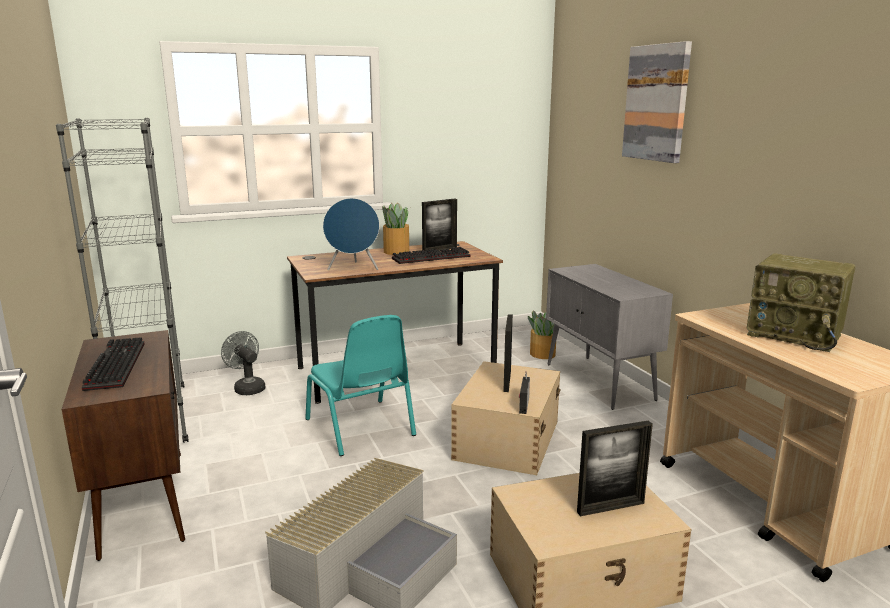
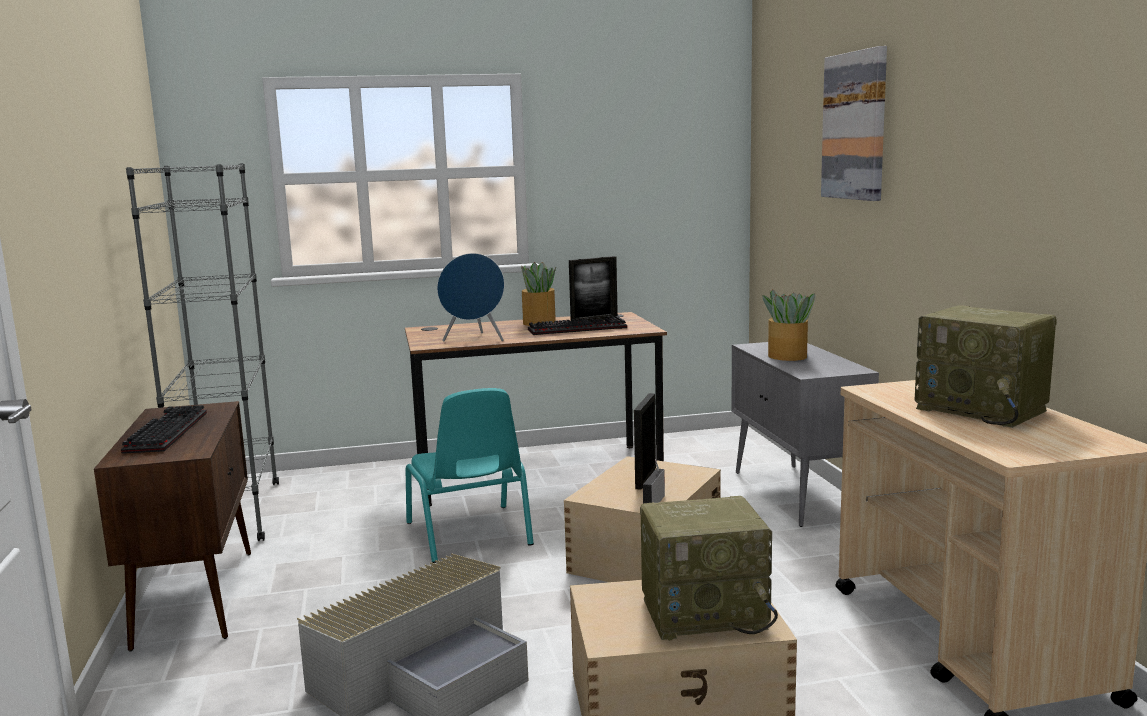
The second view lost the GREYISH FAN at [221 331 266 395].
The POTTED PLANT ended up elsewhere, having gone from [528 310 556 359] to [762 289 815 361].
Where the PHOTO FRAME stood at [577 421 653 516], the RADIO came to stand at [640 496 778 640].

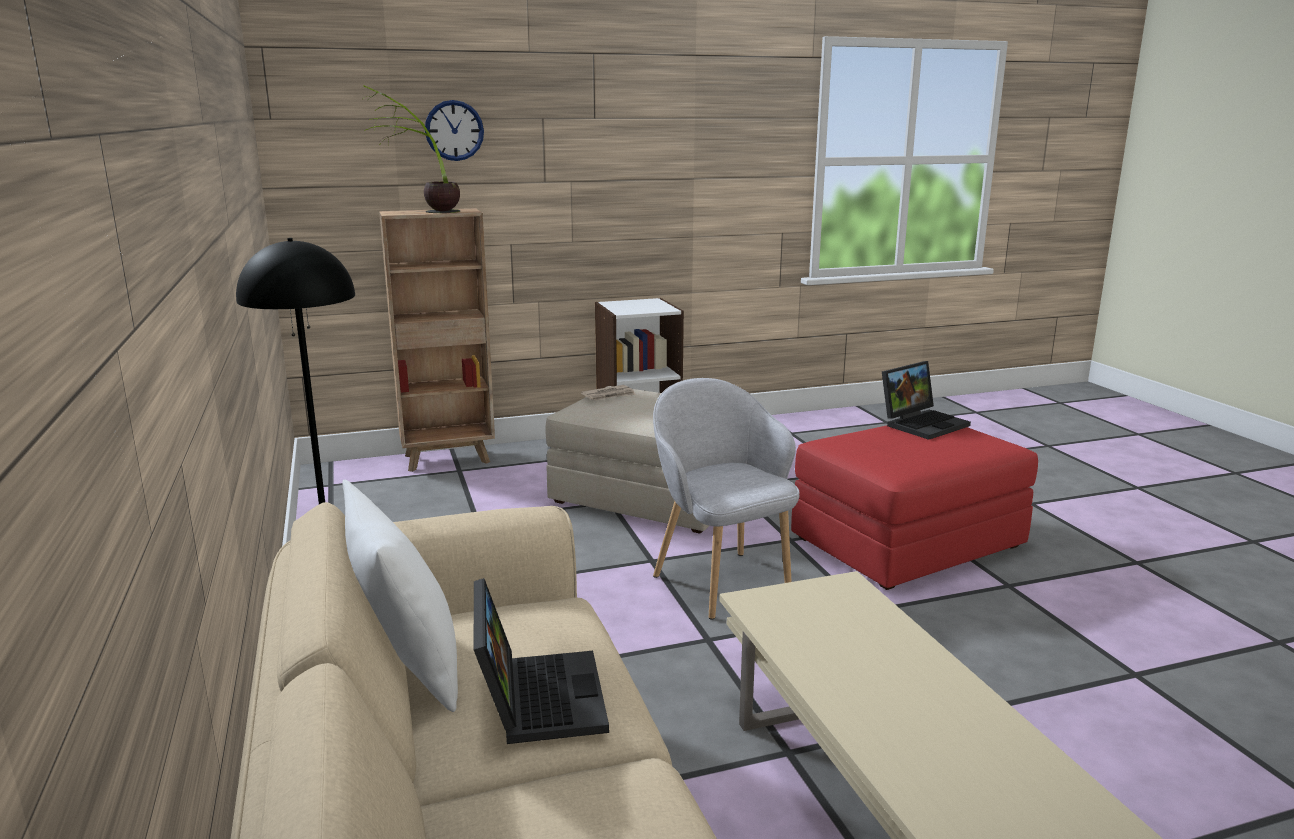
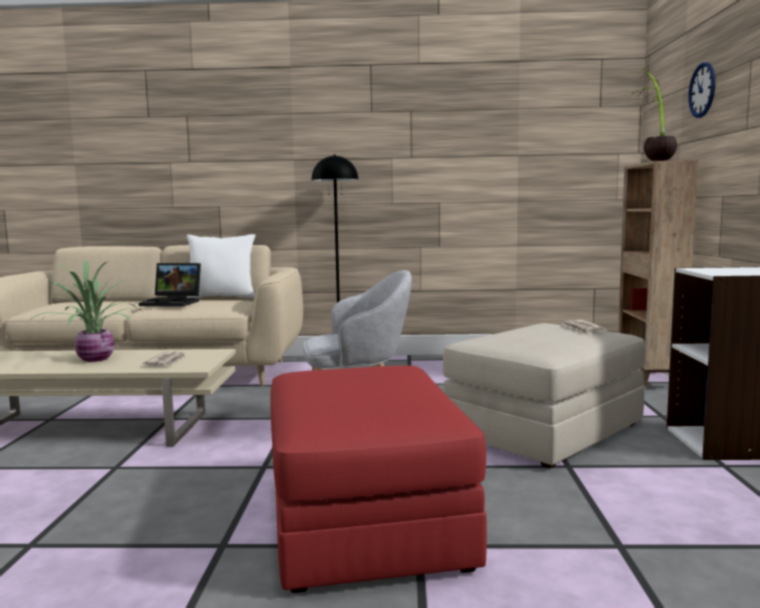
The second view lost the LAPTOP at [882 361 971 440].
The second view gained the POTTED PLANT at [27 260 142 362].
The second view gained the PRINTED PAPER at [142 351 186 366].

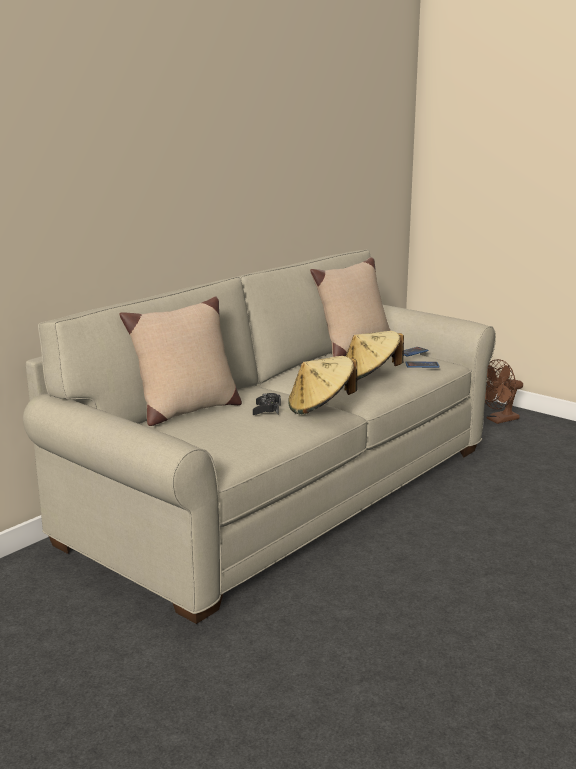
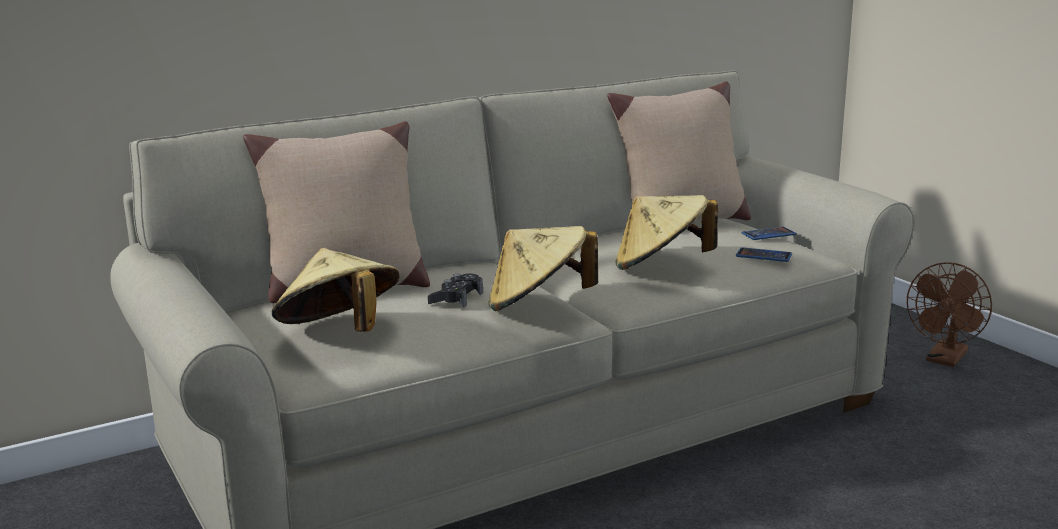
The BROWN-COLOURED FAN at [485 359 523 424] ended up facing another way, 45 degrees counterclockwise from before.
The second view gained the BEIGE HAT at [272 248 399 332].

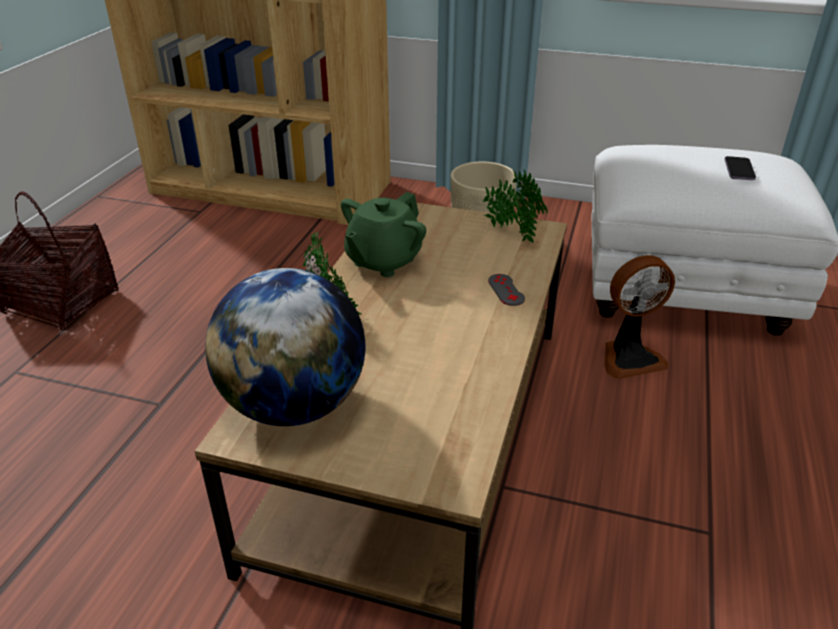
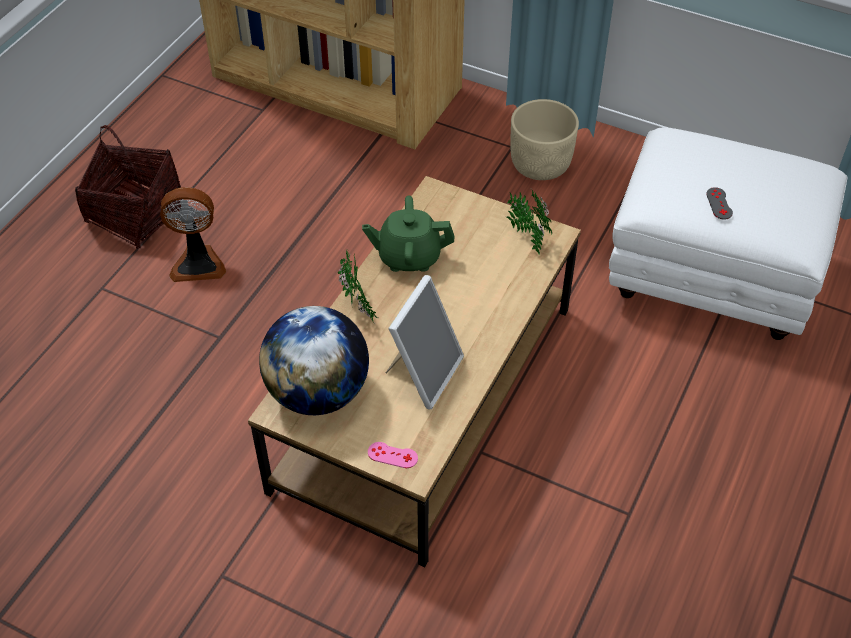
The GREENISH TEA POT at [341 192 426 277] ended up facing another way, 45 degrees clockwise from before.
The GREYISH GAMEPAD ended up elsewhere, having gone from [488 274 525 306] to [706 187 733 220].
The FAN ended up elsewhere, having gone from [604 255 675 379] to [160 187 226 282].
The second view lost the PHONE at [725 156 756 180].
The second view gained the PINKISH GAMEPAD at [368 442 418 468].
The second view gained the PHOTO FRAME at [386 275 464 409].

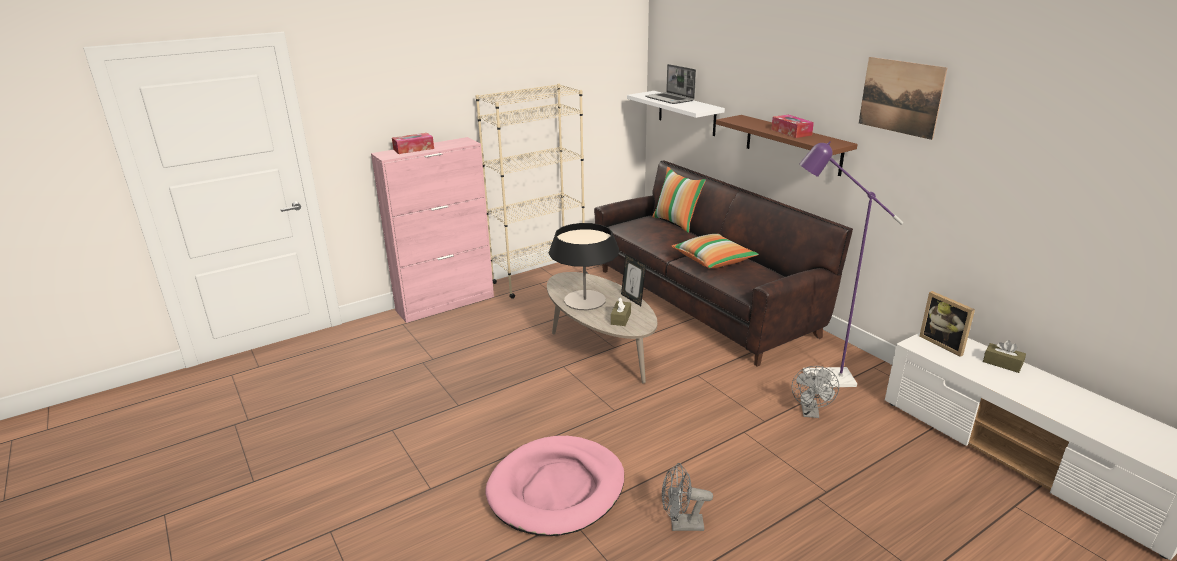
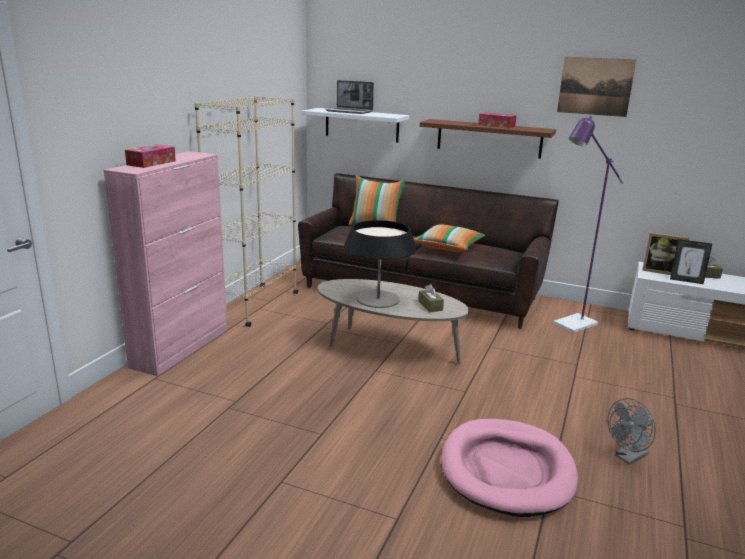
The PHOTO FRAME ended up elsewhere, having gone from [621 254 646 306] to [670 239 712 284].
The second view lost the GREYISH FAN at [792 366 839 418].

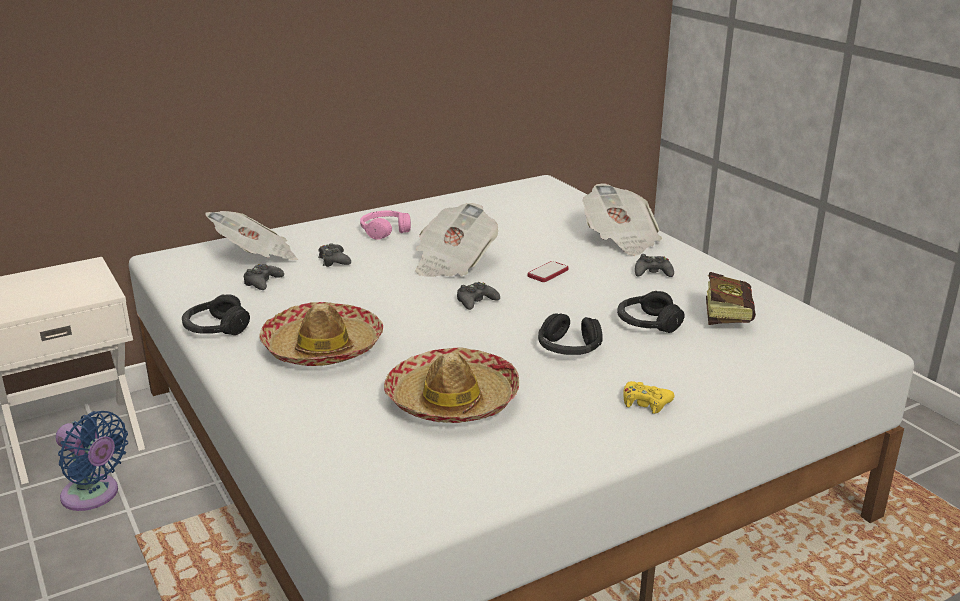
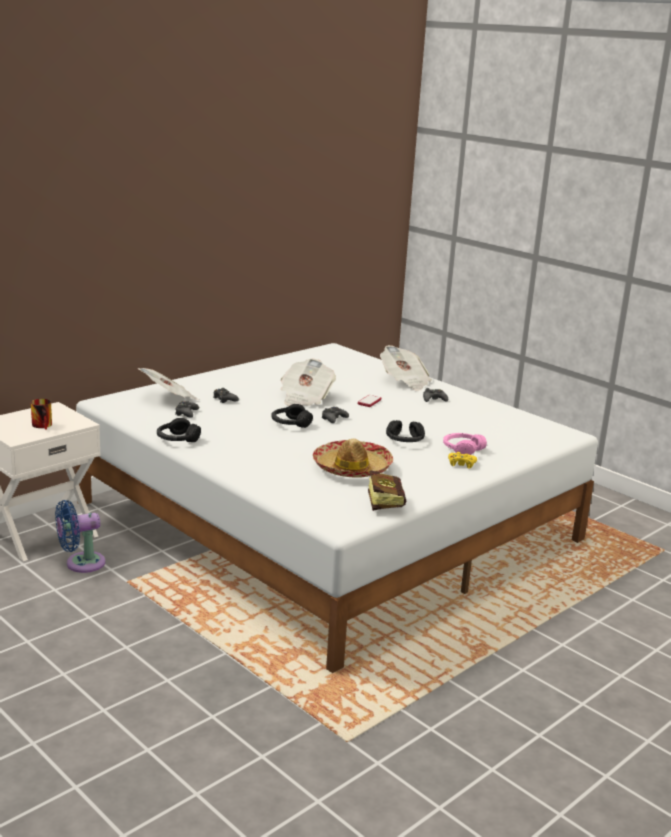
The BLUE FAN at [56 411 128 511] ended up facing another way, 135 degrees clockwise from before.
The second view lost the HAT at [259 302 383 366].
The PINKISH PAIR OF HEADPHONES ended up elsewhere, having gone from [360 210 411 240] to [443 433 487 455].
The BLACKISH PAIR OF HEADPHONES ended up elsewhere, having gone from [617 291 685 333] to [271 404 313 428].
The BOOK ended up elsewhere, having gone from [706 272 756 325] to [368 470 406 511].
The second view gained the TEA MUG at [31 399 52 430].

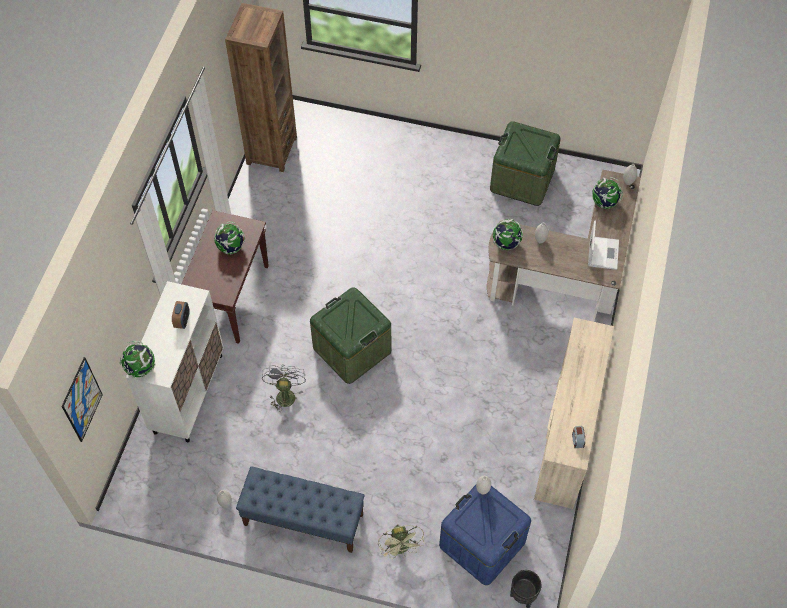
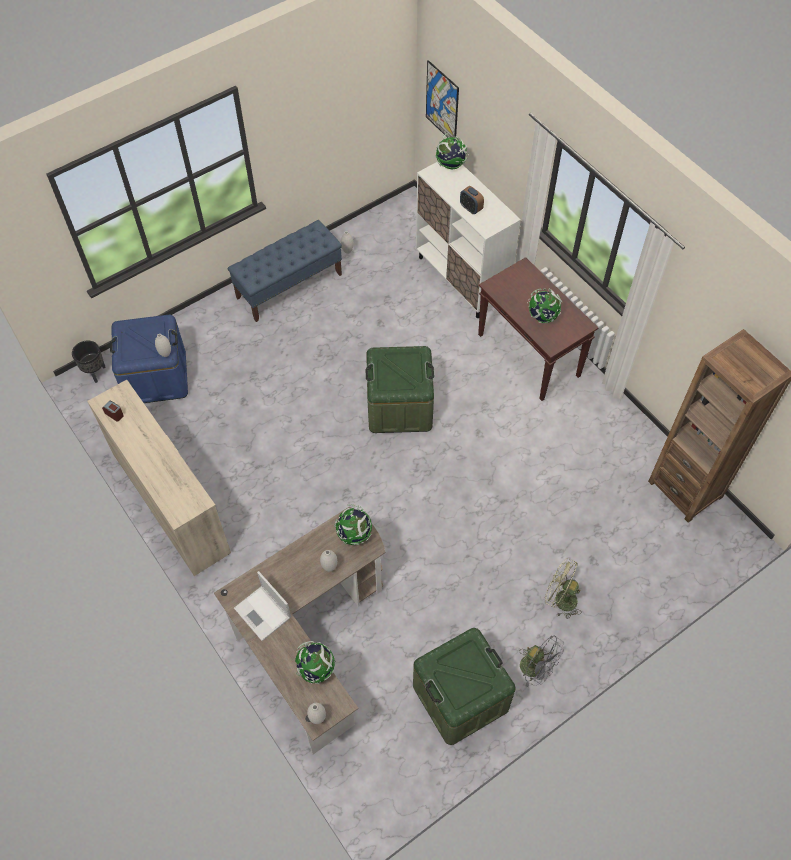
The GREYISH FAN ended up elsewhere, having gone from [262 365 306 412] to [519 636 564 687].
The GREENISH FAN ended up elsewhere, having gone from [378 524 424 559] to [545 558 581 619].

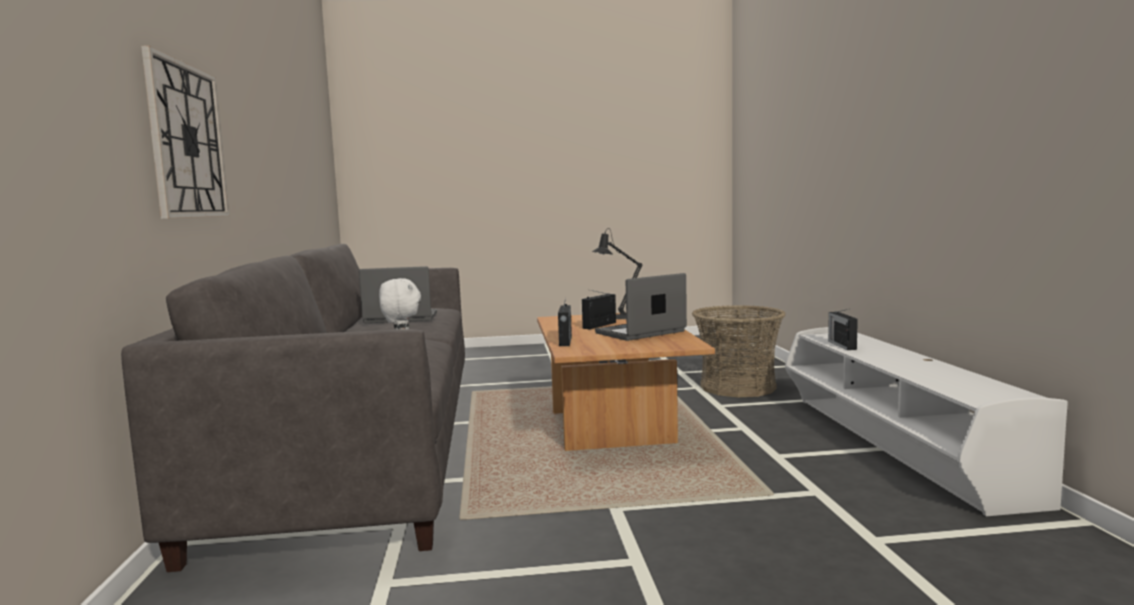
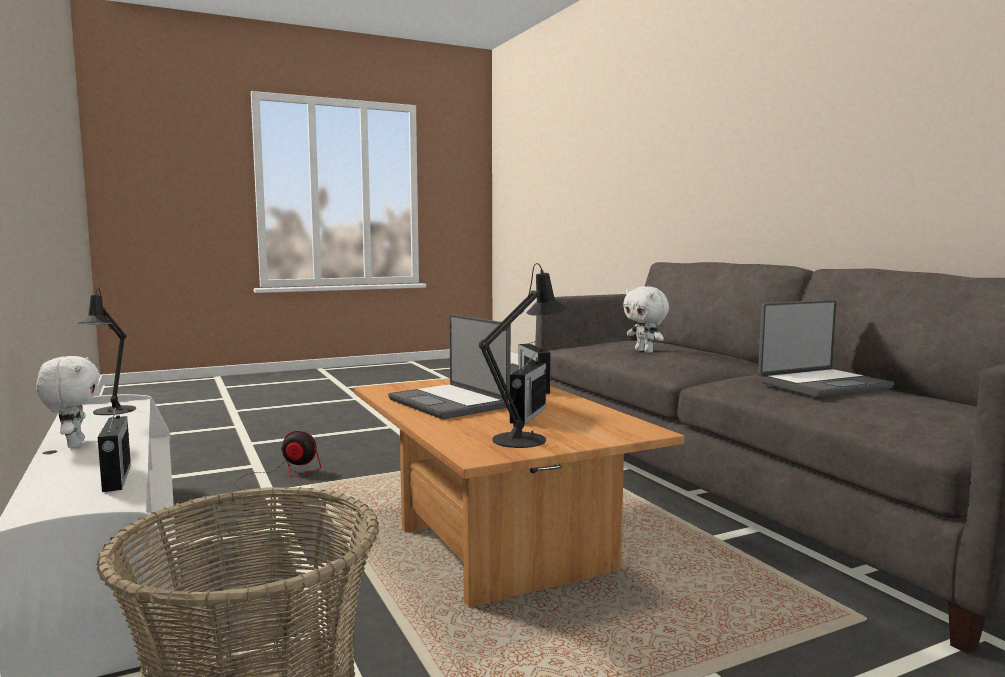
The second view lost the CLOCK ON THE WALL at [141 46 230 219].
The LAPTOP at [595 273 687 341] ended up facing another way, 105 degrees clockwise from before.
The second view gained the WHITE-COLOURED CUDDLY TOY at [36 356 100 448].
The second view gained the BLACKISH LAMP FOR A TABLE at [79 287 136 415].
The second view gained the FAN at [234 431 321 500].

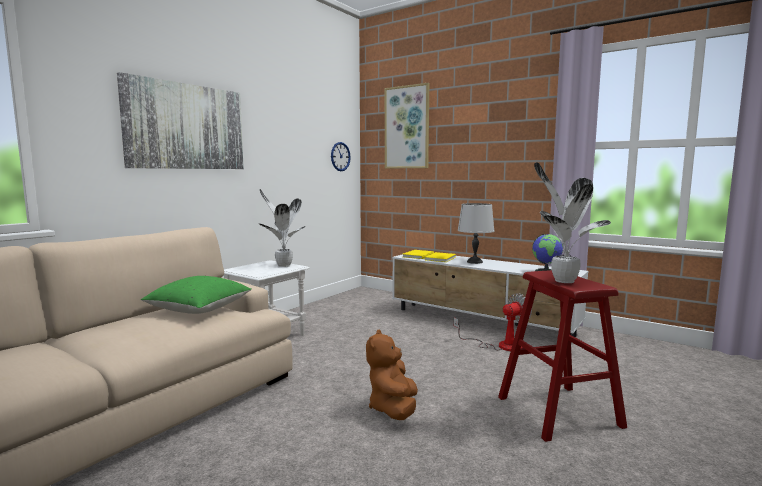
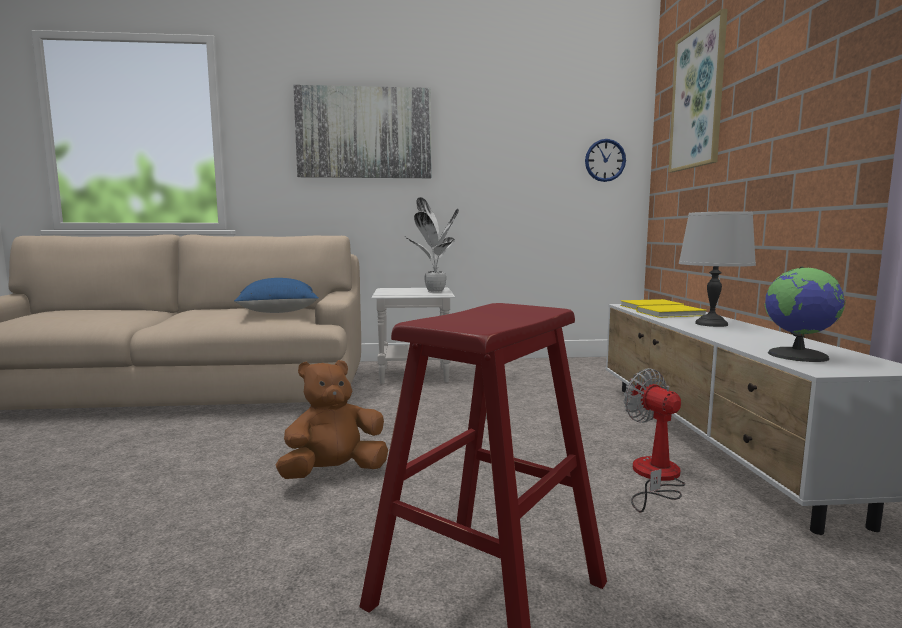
What was the GREENISH THROW PILLOW at [141 276 252 314] turned into the BLUE THROW PILLOW at [234 278 319 313].
The FAN at [454 293 532 351] ended up facing another way, 135 degrees counterclockwise from before.
The second view lost the POTTED PLANT at [534 162 611 283].

